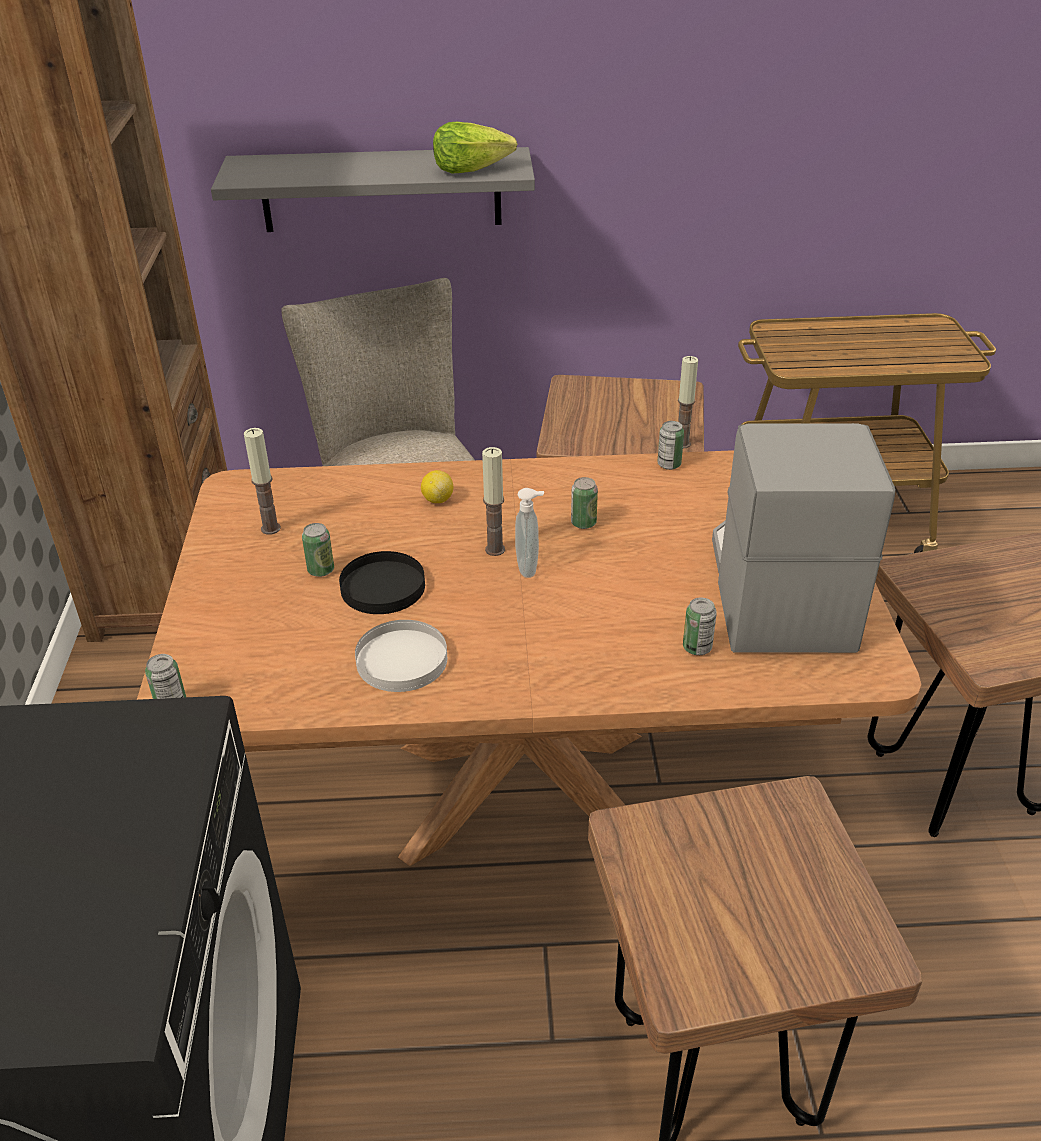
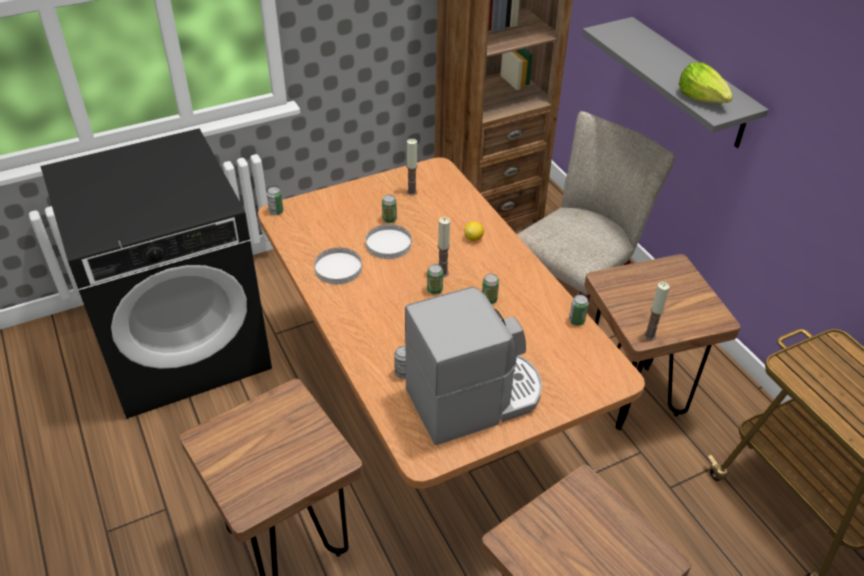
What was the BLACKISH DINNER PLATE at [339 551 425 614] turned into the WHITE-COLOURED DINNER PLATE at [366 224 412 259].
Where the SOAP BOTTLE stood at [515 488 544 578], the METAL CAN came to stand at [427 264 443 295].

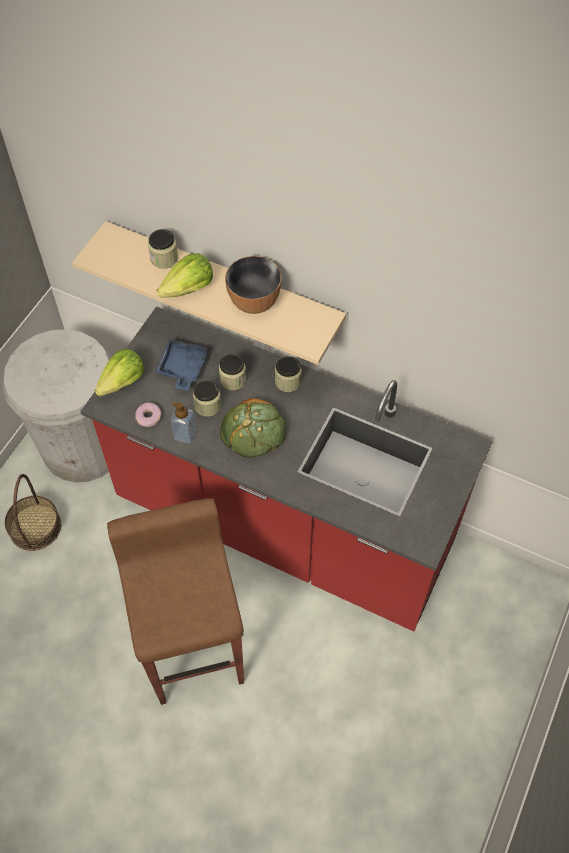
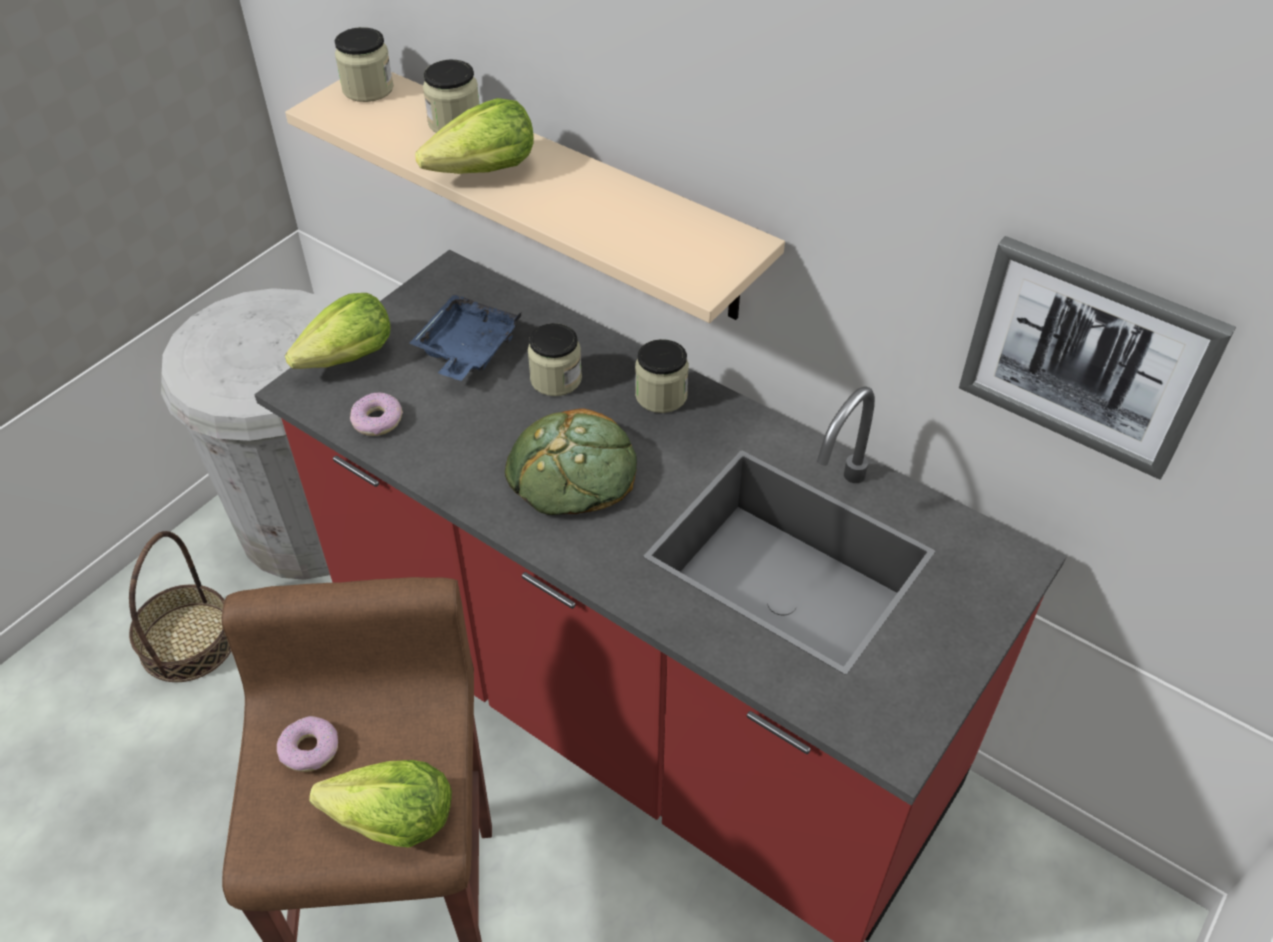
The second view lost the SOAP BOTTLE at [170 403 196 444].
The PRESERVE JAR ended up elsewhere, having gone from [193 380 221 417] to [335 27 394 102].
The second view lost the SERVING BOWL at [225 256 282 314].
The second view gained the DOUGHNUT at [277 716 338 772].
The second view gained the LETTUCE HEAD at [309 760 452 848].
The second view gained the PICTURE at [959 236 1236 480].

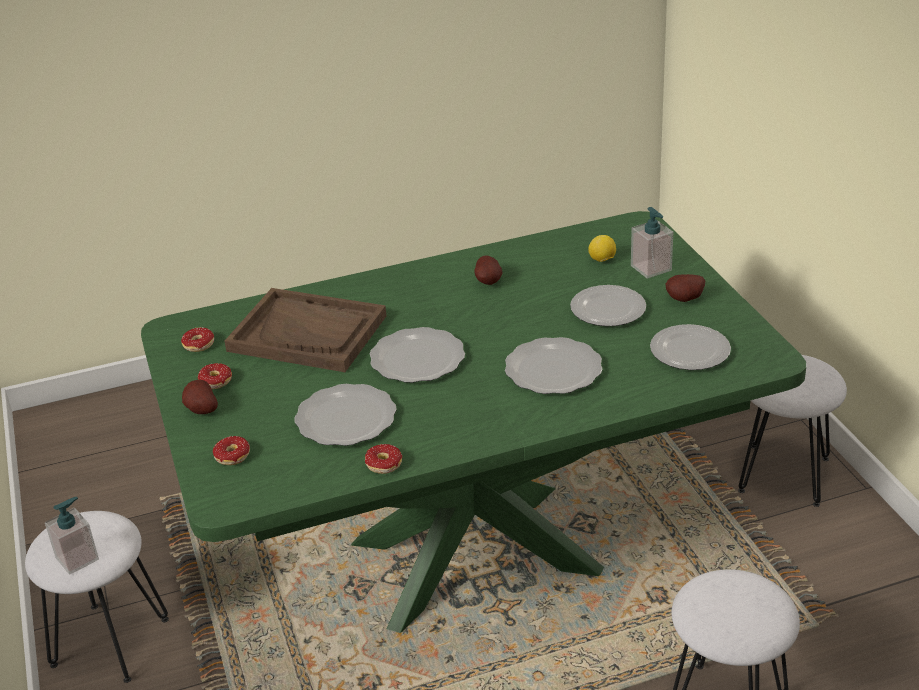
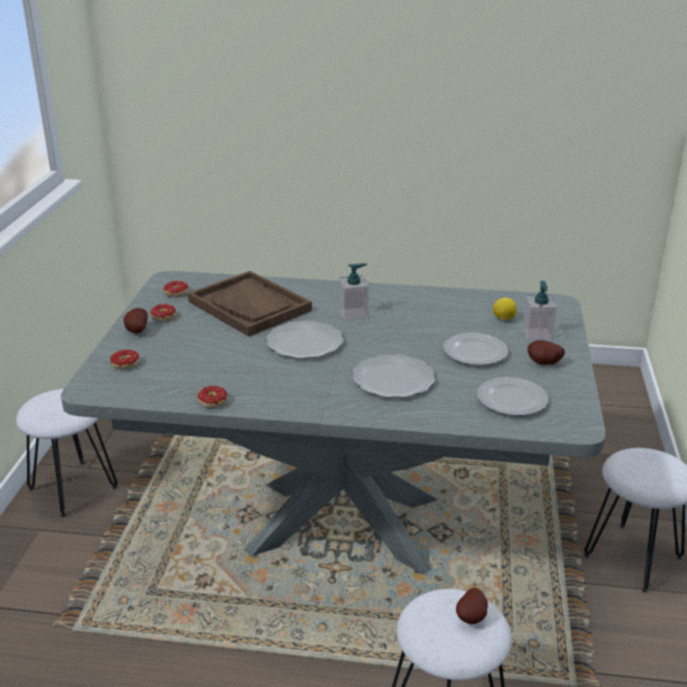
The SOAP BOTTLE ended up elsewhere, having gone from [45 497 99 575] to [339 263 369 321].
What was the GREENISH DINNER TABLE at [141 211 806 633] turned into the GREYISH DINNER TABLE at [61 271 606 574].
The second view lost the DINNER PLATE at [294 384 397 446].
The SPUD ended up elsewhere, having gone from [475 255 503 285] to [456 588 488 624].

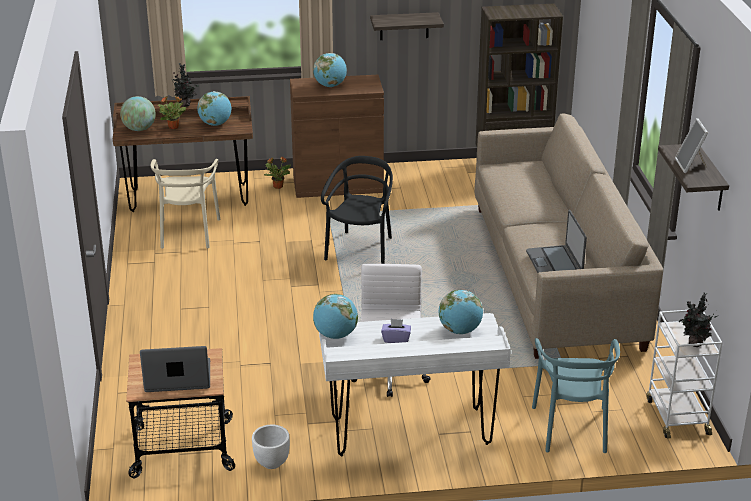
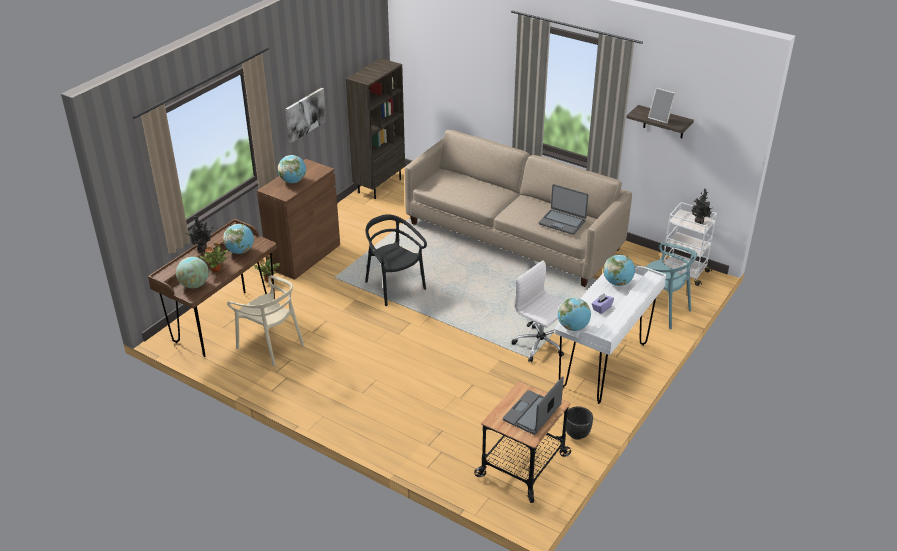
What was the WHITE-COLOURED PLANT POT at [252 425 290 469] turned into the BLACKISH PLANT POT at [566 406 593 440].
Where the SHELF hung at [370 12 444 40], the PICTURE came to hang at [285 88 326 143].

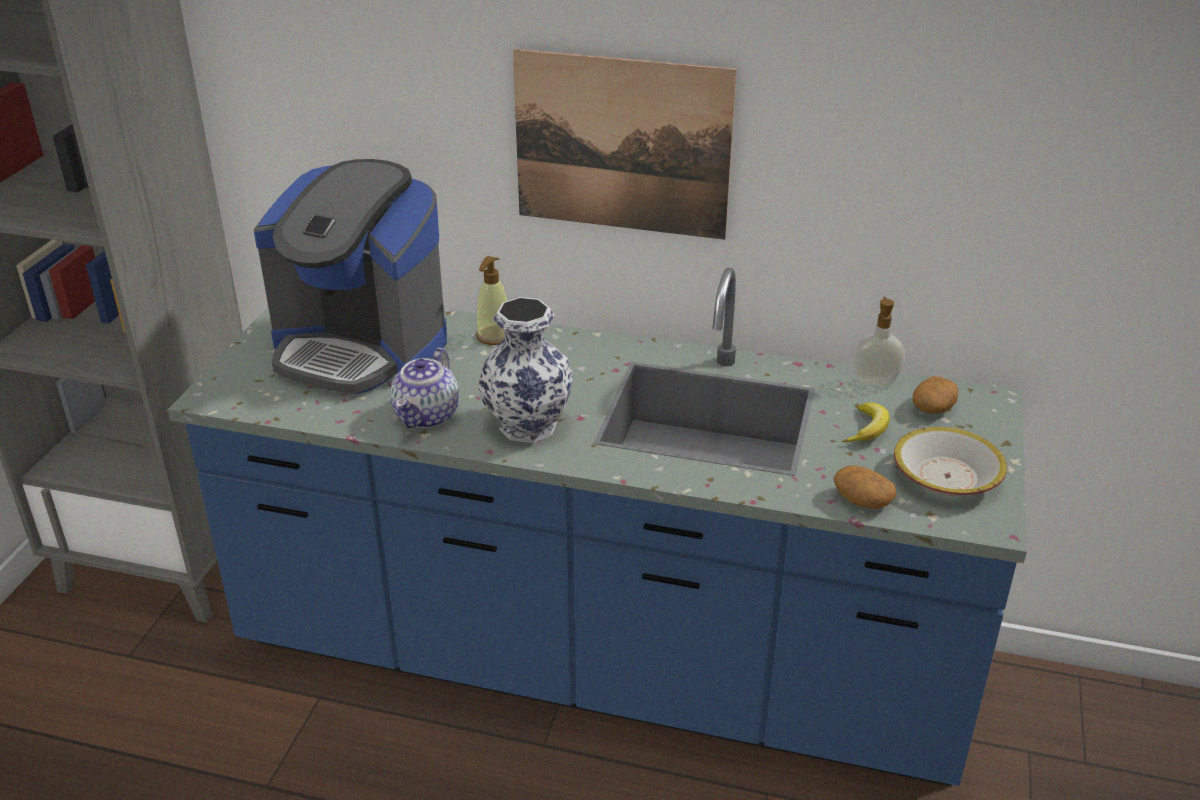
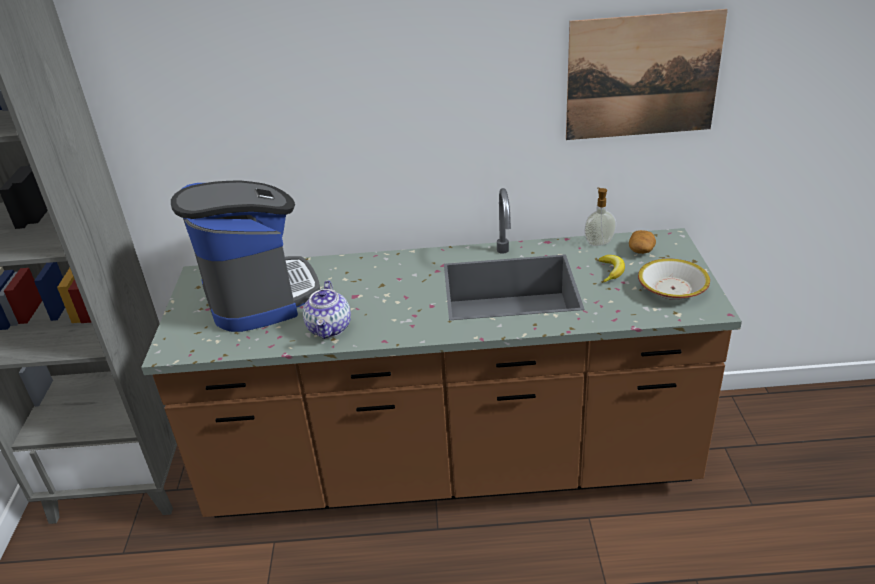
What was the BLUE KITCHEN BASE UNIT at [168 268 1027 786] turned into the BROWN-COLOURED KITCHEN BASE UNIT at [141 188 742 518].
The COFFEE BREWER at [254 159 447 395] ended up facing another way, 120 degrees counterclockwise from before.
The second view lost the SOAP BOTTLE at [476 256 508 345].
The second view lost the VASE at [478 297 574 443].
The PICTURE ended up elsewhere, having gone from [513 49 737 240] to [566 9 728 140].
The second view lost the SPUD at [834 465 897 509].

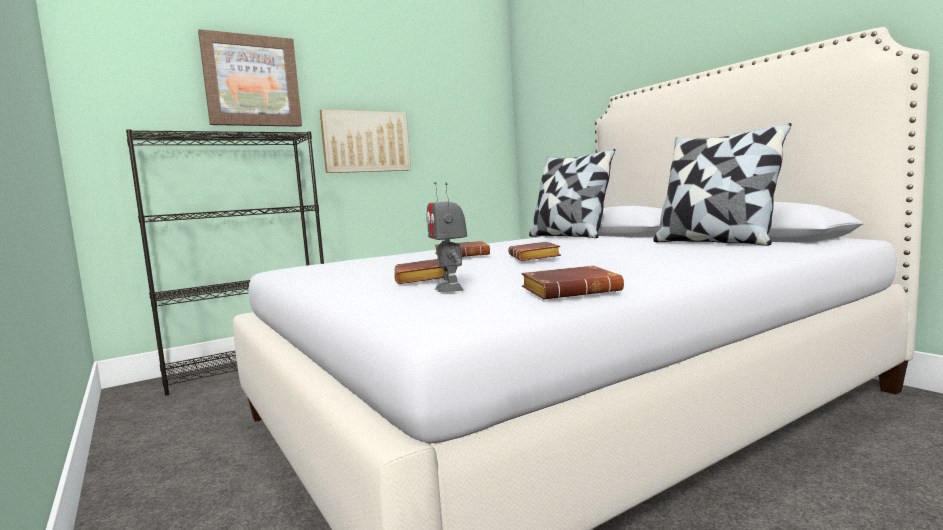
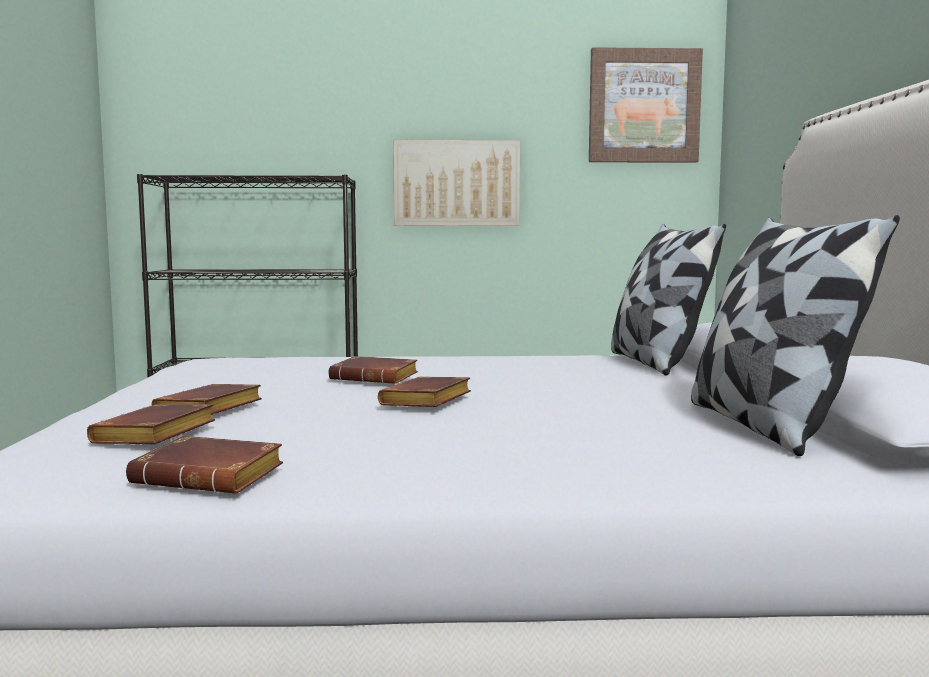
The PICTURE ended up elsewhere, having gone from [198 29 302 127] to [589 47 703 163].
Where the MODEL ROBOT stood at [426 182 467 292], the BROWN-COLOURED BOOK came to stand at [87 404 215 444].

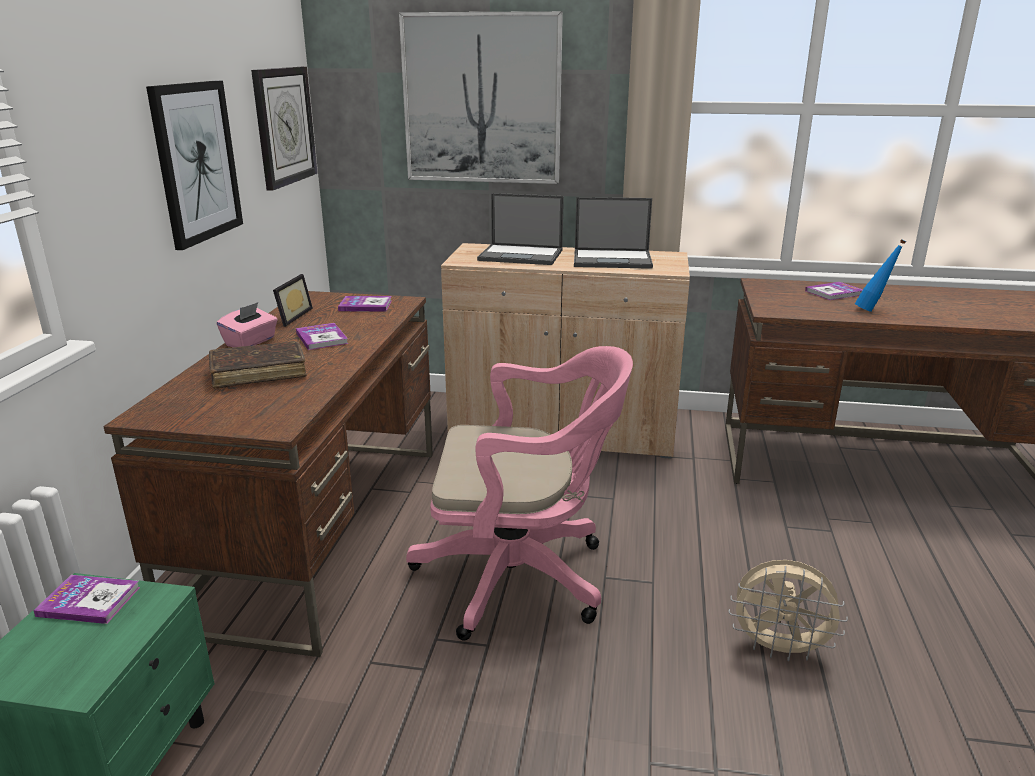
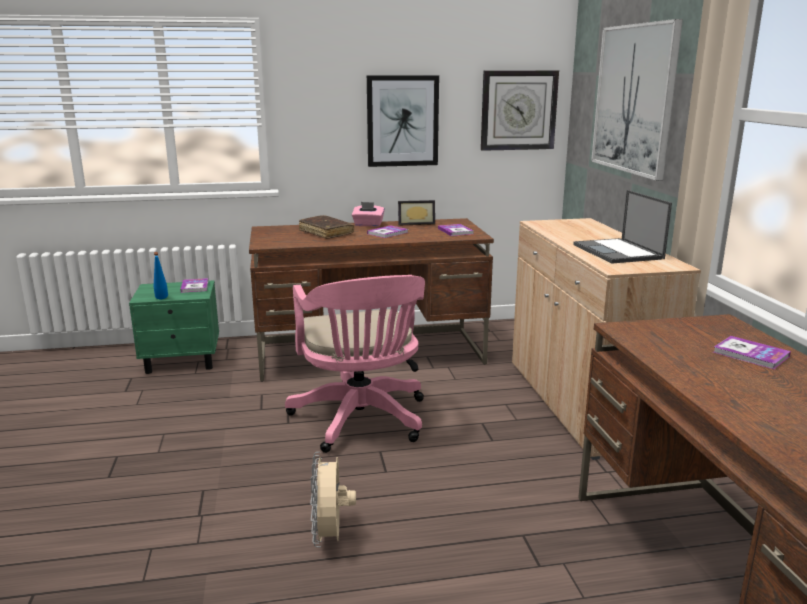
The second view lost the LAPTOP at [477 193 564 265].
The BLUE BOTTLE ended up elsewhere, having gone from [855 239 906 312] to [154 252 168 299].

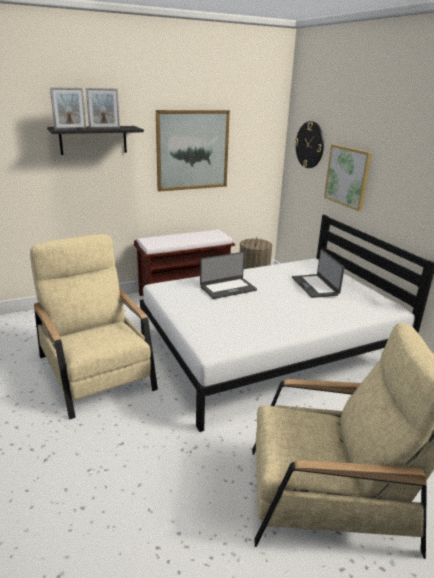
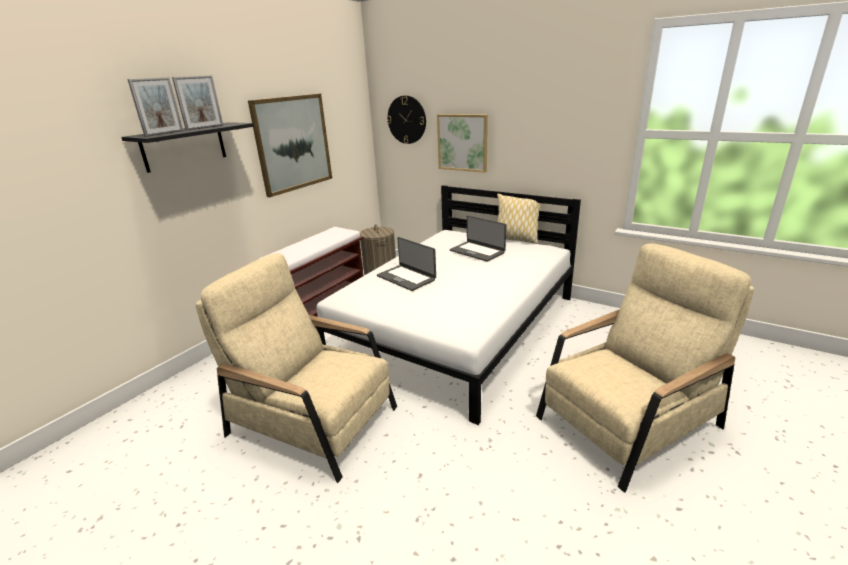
The LAPTOP at [200 252 257 299] ended up facing another way, 105 degrees clockwise from before.
The second view gained the THROW PILLOW at [497 194 541 244].

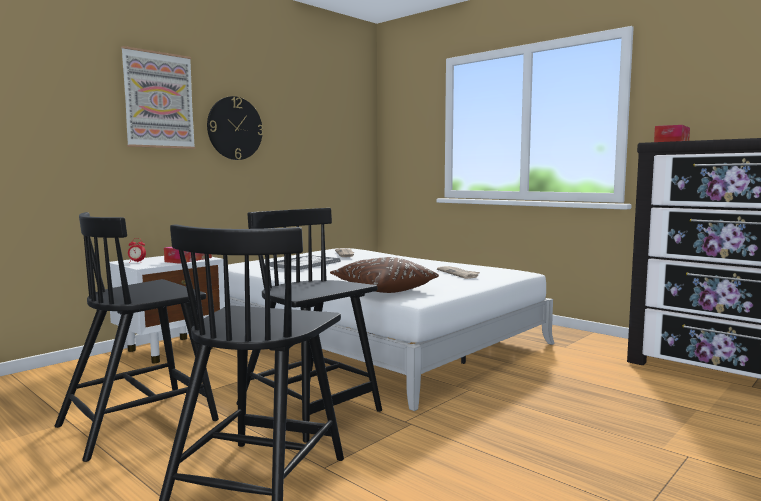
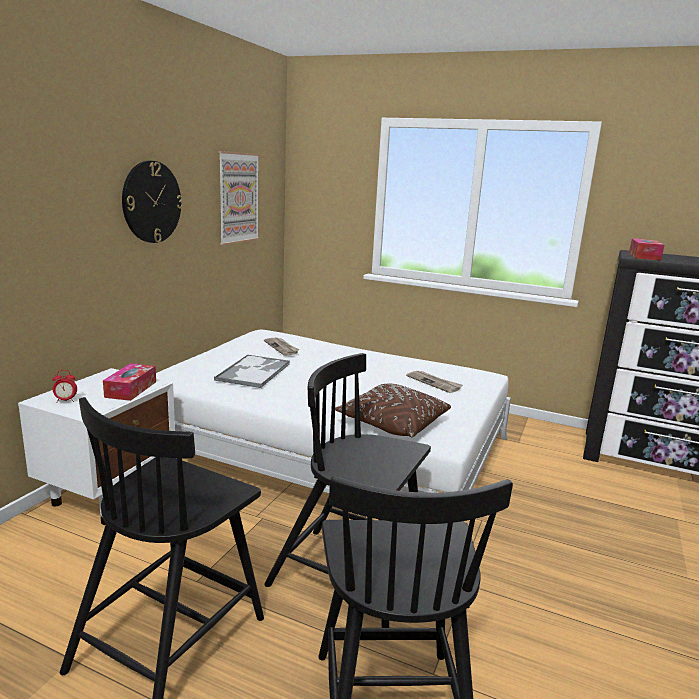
The PICTURE ended up elsewhere, having gone from [121 46 195 149] to [218 151 260 245].

